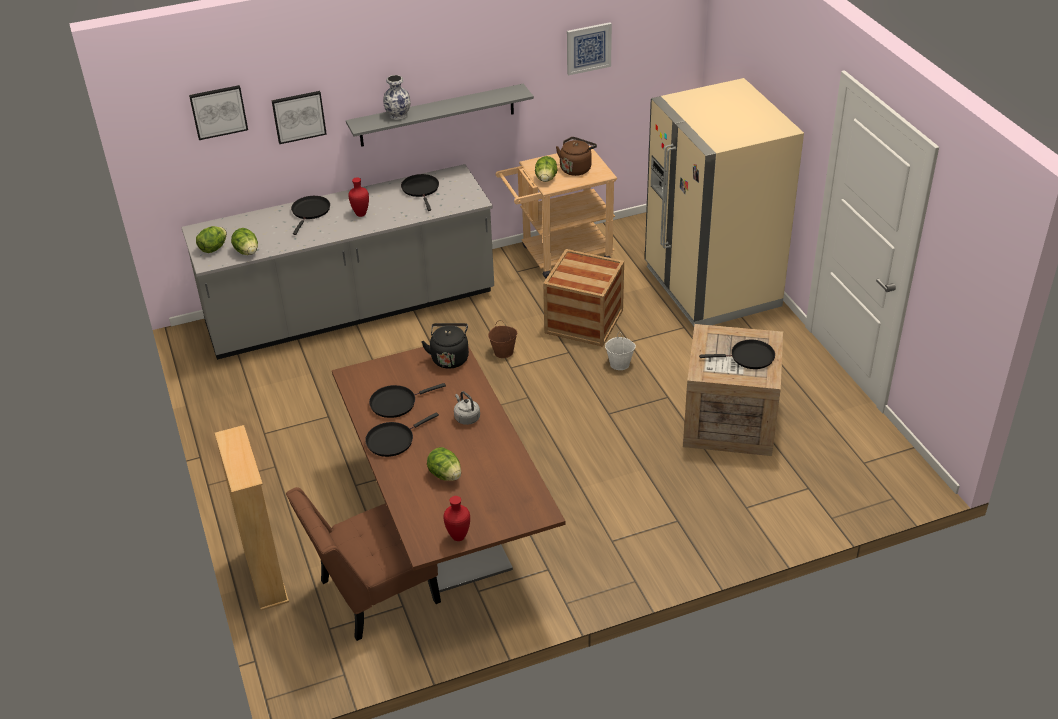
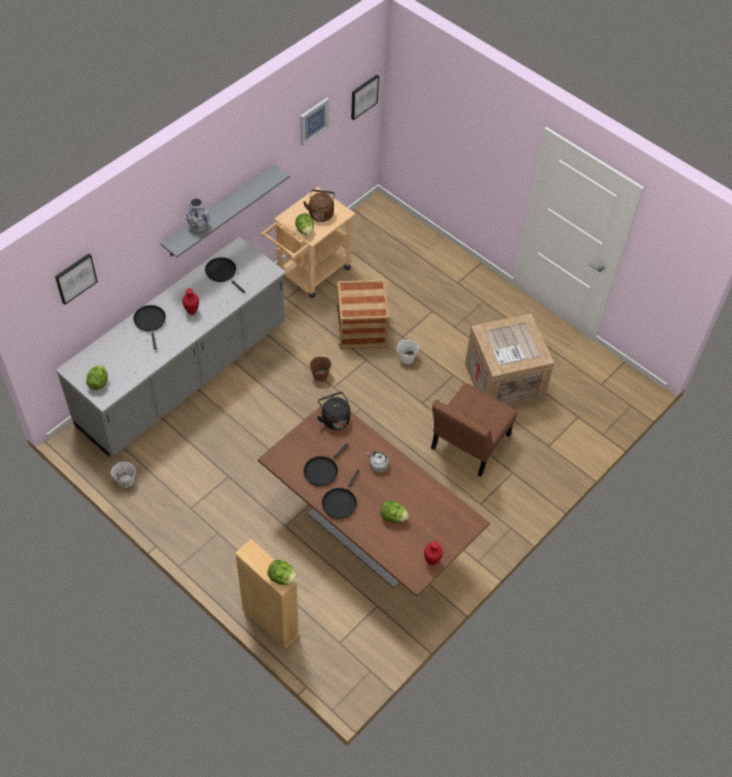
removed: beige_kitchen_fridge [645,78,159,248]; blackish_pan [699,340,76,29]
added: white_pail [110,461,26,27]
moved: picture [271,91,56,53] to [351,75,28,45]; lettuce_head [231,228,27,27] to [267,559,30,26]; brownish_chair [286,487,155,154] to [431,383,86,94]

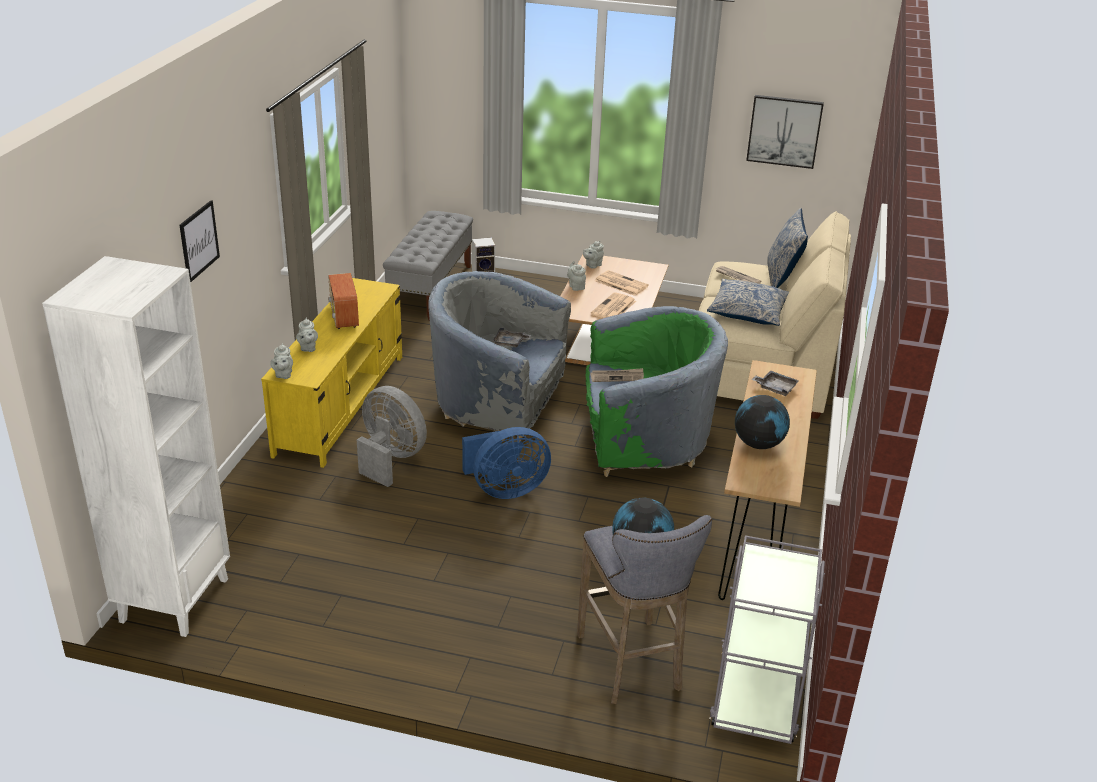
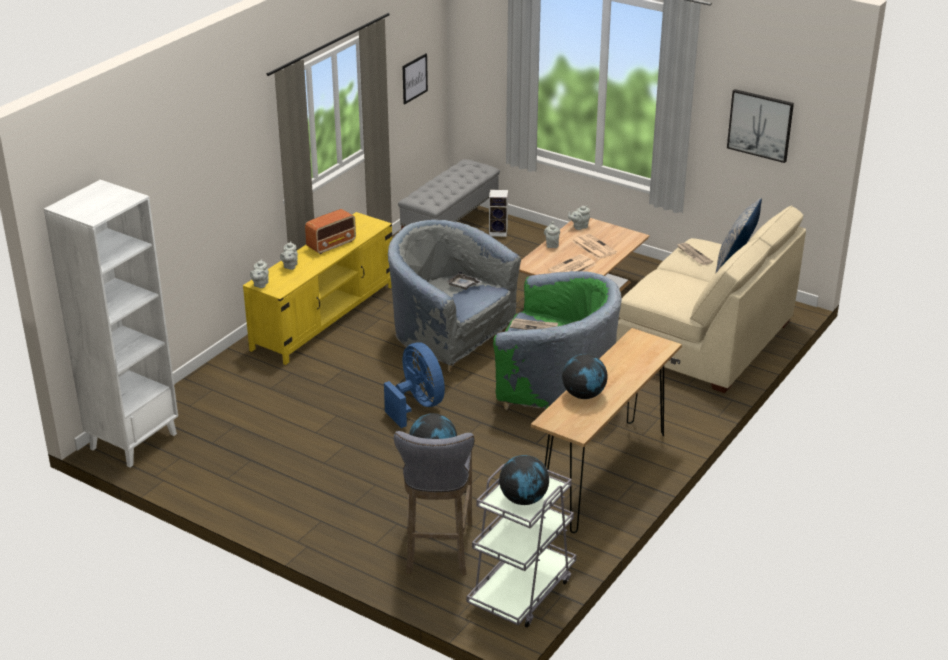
removed: throw_pillow [707,279,82,47]; greyish_carrying_tray [752,370,47,26]; greyish_electric_fan [357,386,70,101]
added: desk_globe [499,455,50,50]
moved: picture [179,200,41,83] to [403,53,25,51]
turned: radio [328,273,31,56] = [305,209,51,45] 135 degrees counterclockwise; bluish_electric_fan [462,427,89,72] = [384,342,61,86] 120 degrees counterclockwise

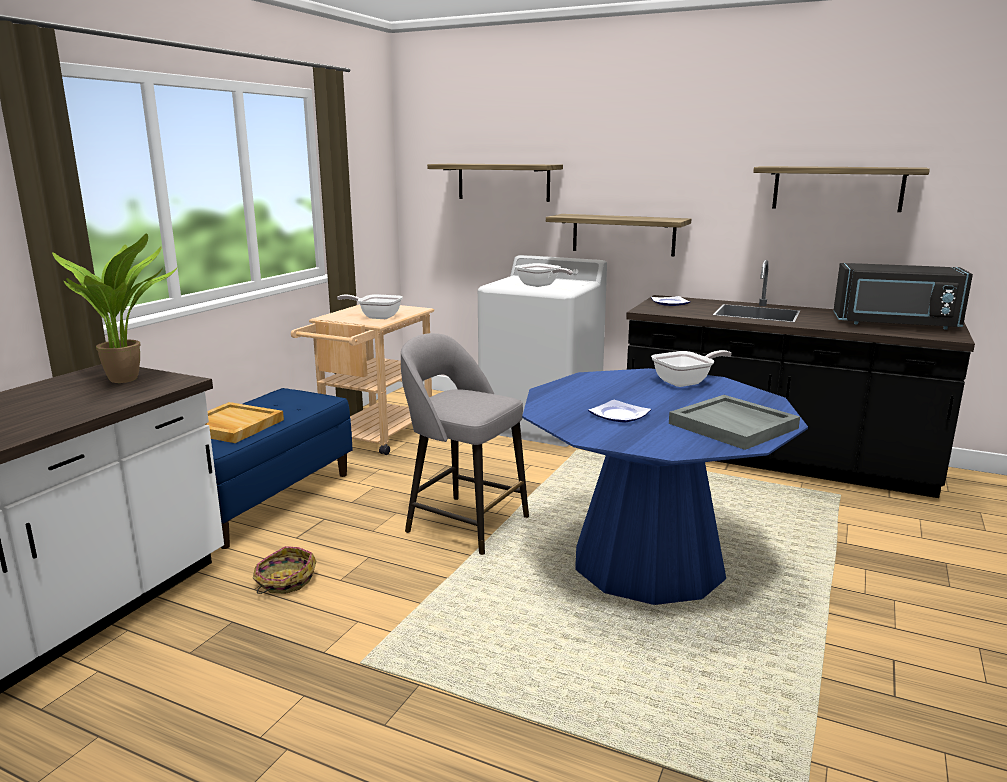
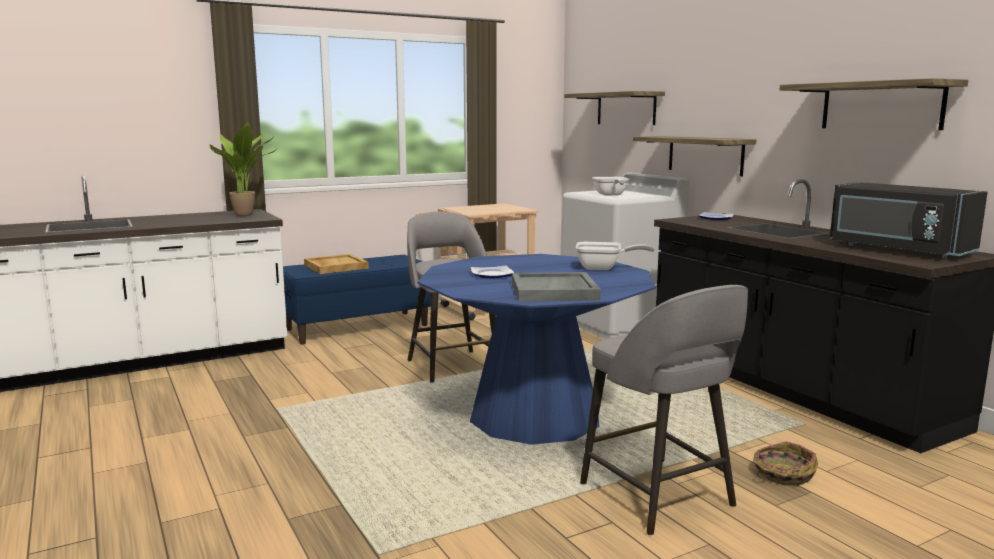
removed: pan [337,294,66,25]
added: greyish_stool_seat [580,285,168,250]
moved: household_basket [253,546,63,48] to [753,441,65,45]

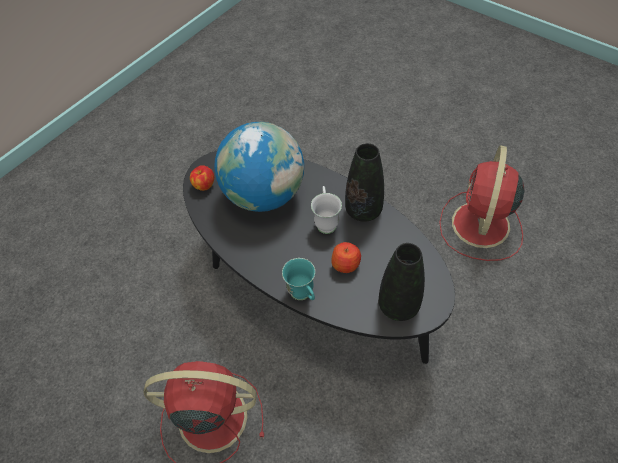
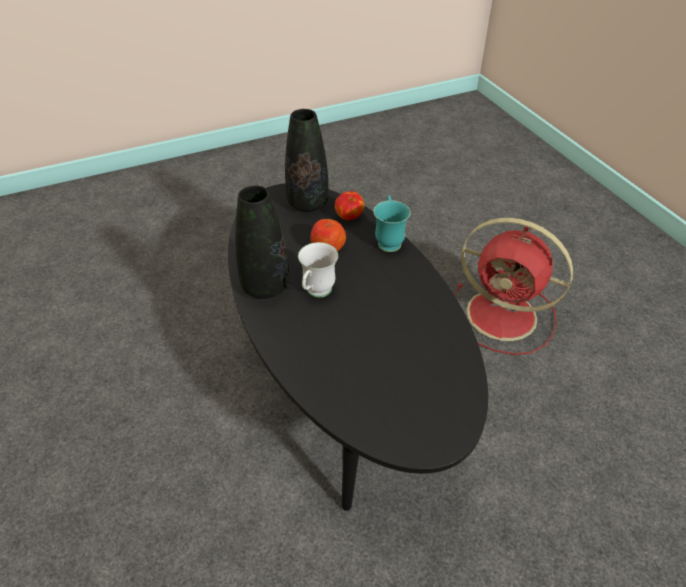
removed: desk_globe [214,122,90,90]; reddish_electric_fan [439,145,85,116]
moved: apple_fruit [190,165,24,26] to [335,191,29,29]

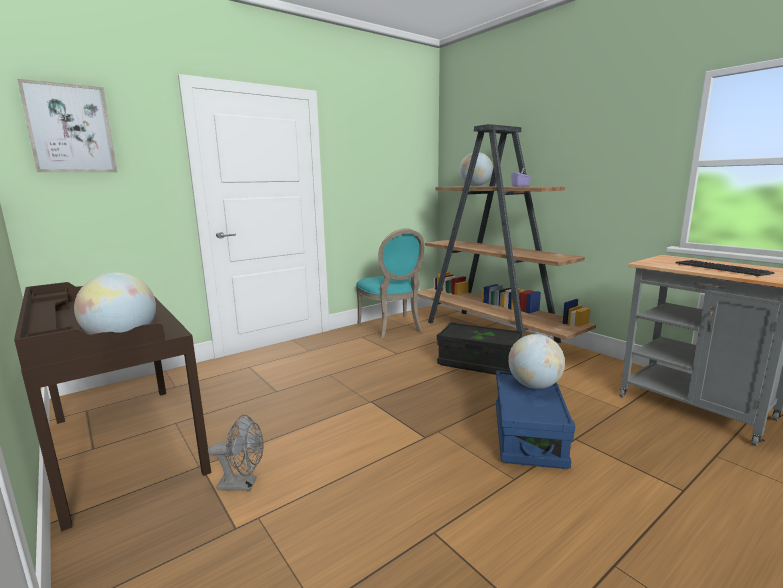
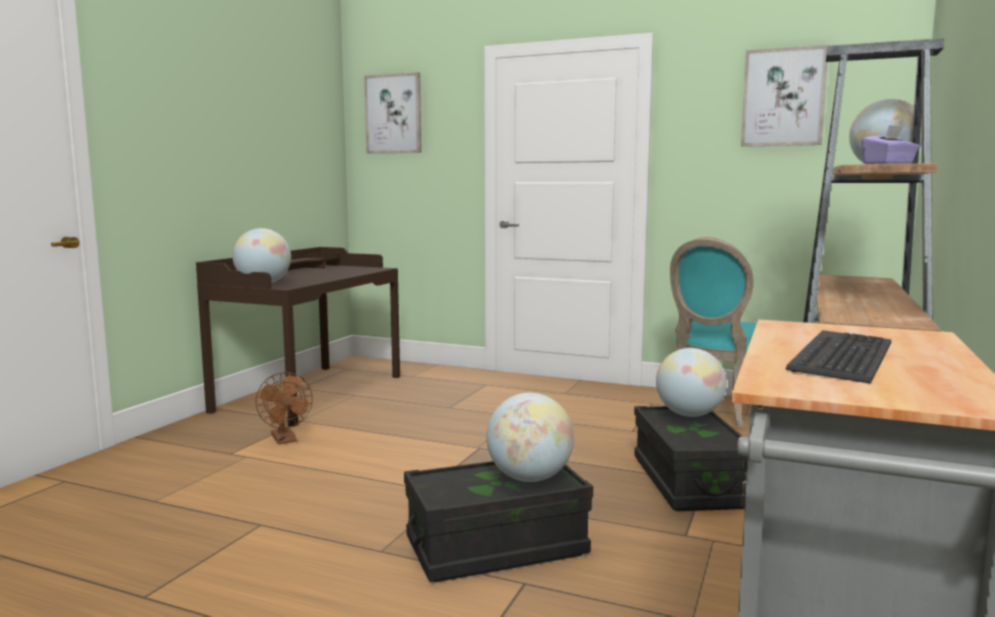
added: picture [741,45,88,102]; desk_globe [656,348,71,69]
recoloured: bluish_storage_bin [496,371,79,98] to blackish_storage_bin [404,461,189,121]; greyish_electric_fan [208,415,56,76] to brownish_electric_fan [256,372,57,72]

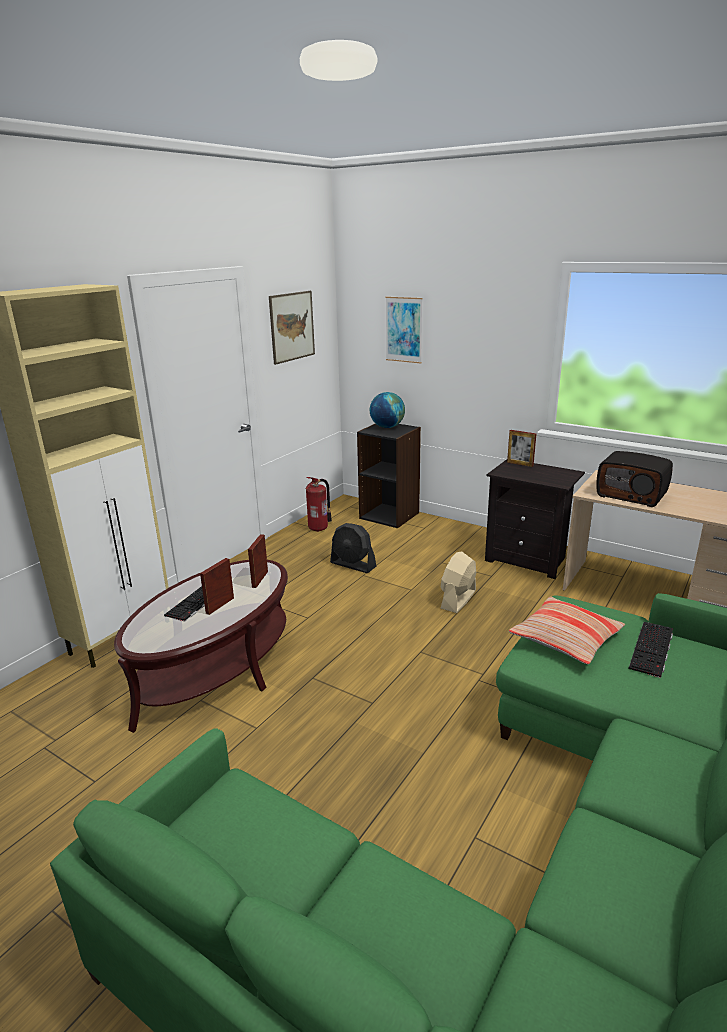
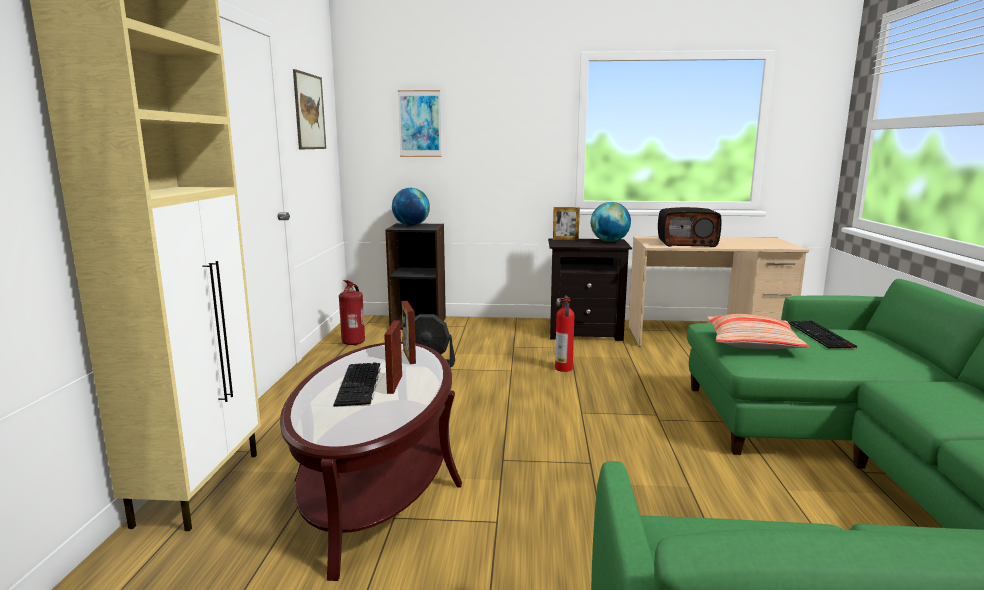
added: desk_globe [591,202,40,40]
replaced: beige_electric_fan [441,552,35,61] to fire_extinguisher [555,295,19,77]

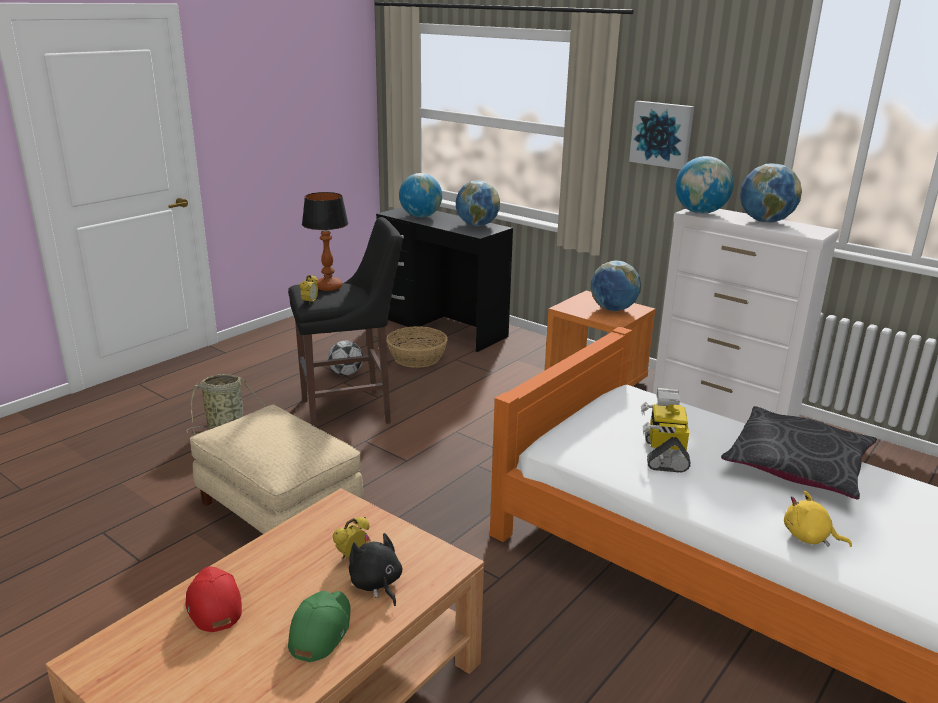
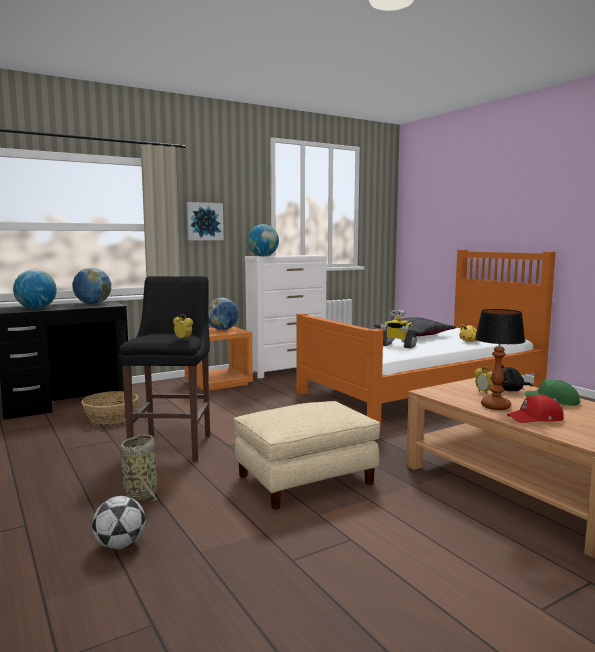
removed: desk_globe [740,164,62,59]
moved: table_lamp [302,192,46,99] to [475,309,50,101]; football [328,341,35,34] to [92,496,53,54]

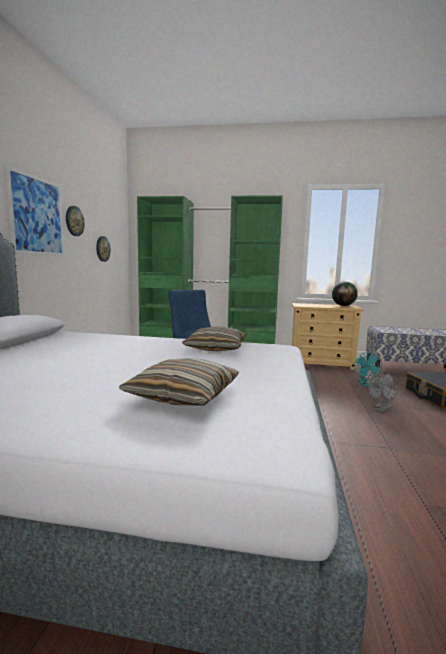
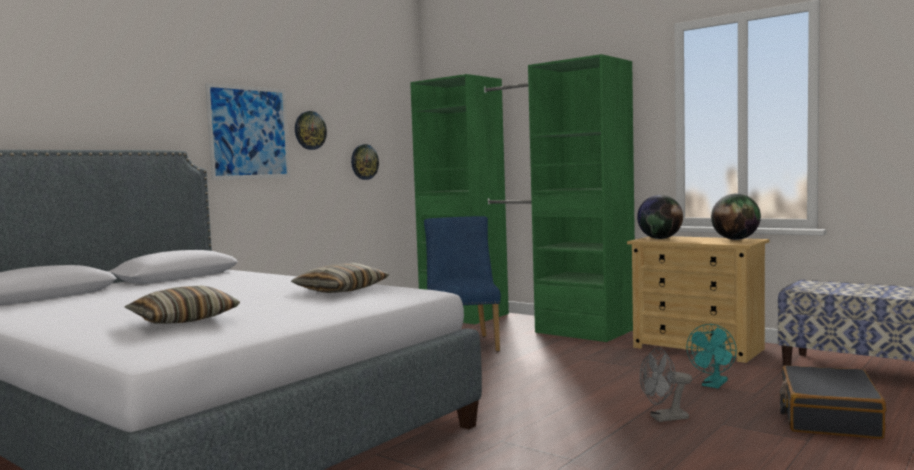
added: desk_globe [637,195,46,44]

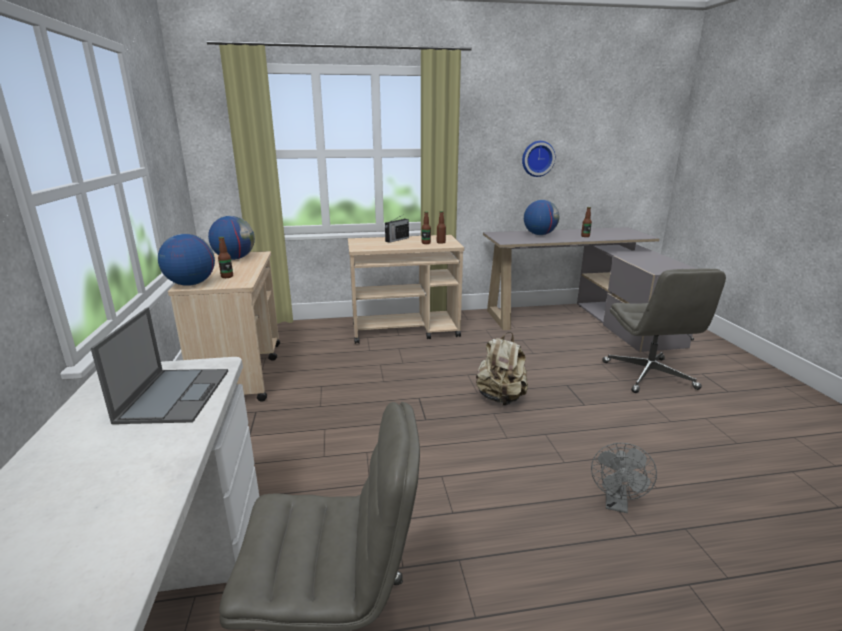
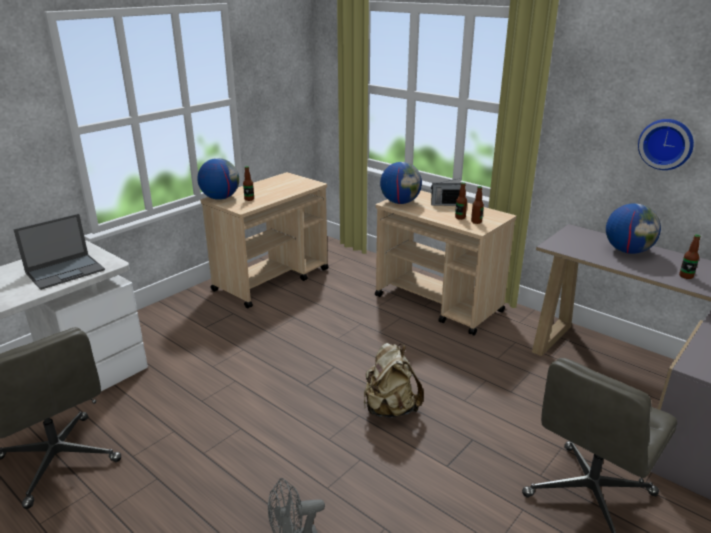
moved: desk_globe [208,216,47,44] to [380,162,42,42]

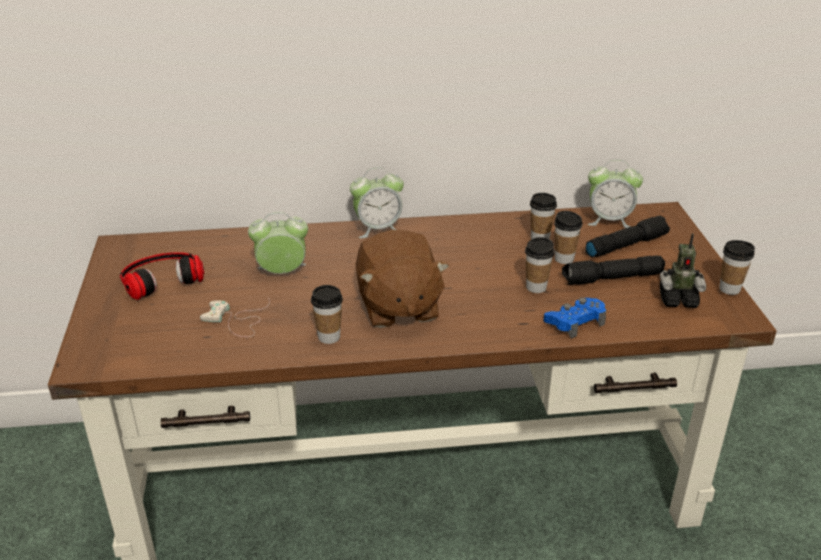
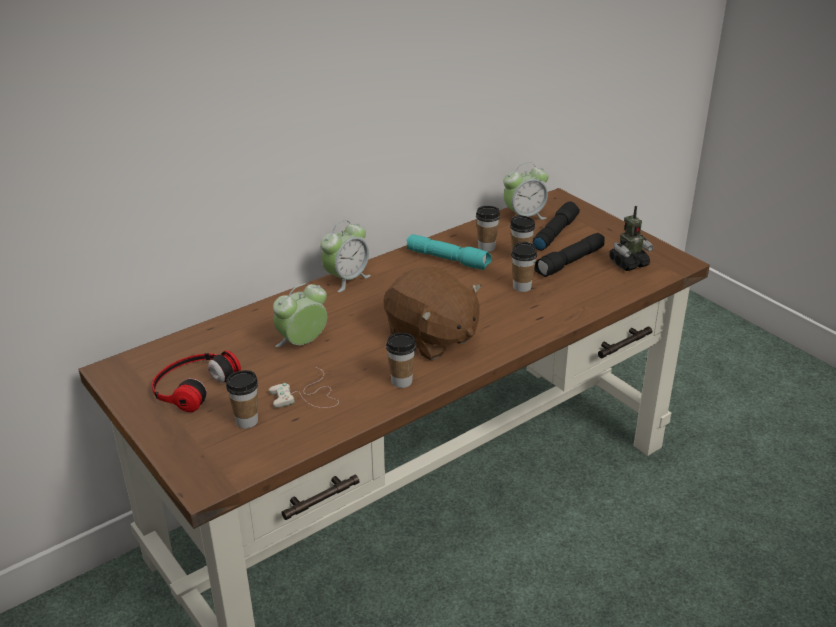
removed: bluish_game_controller [543,298,63,41]
added: turquoise_flashlight [407,234,85,36]
moved: cup [719,240,36,55] to [226,370,32,59]

